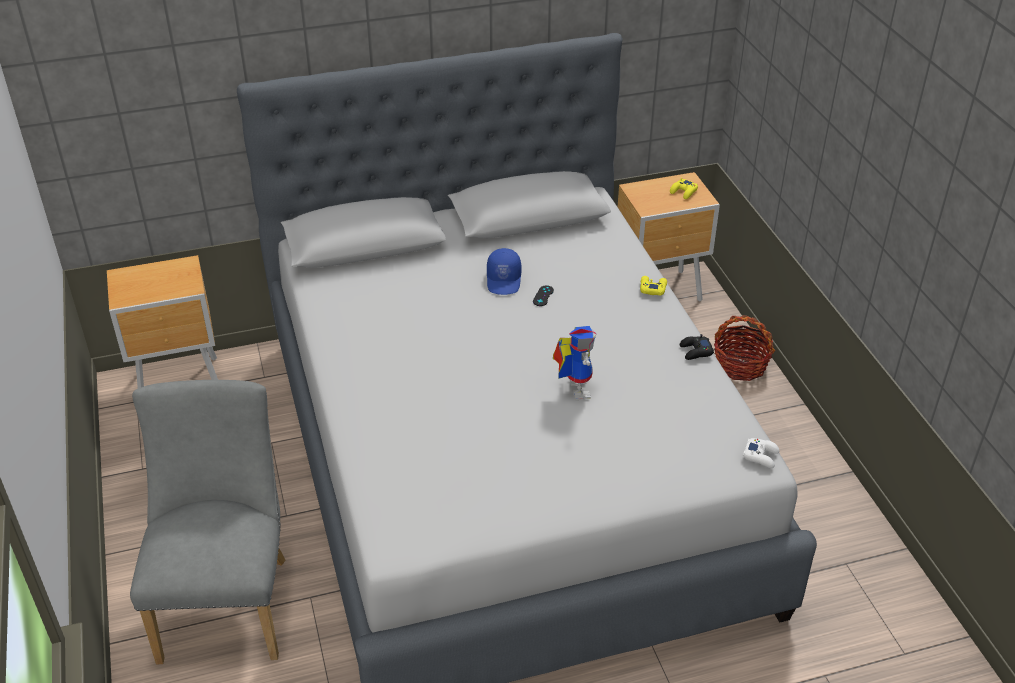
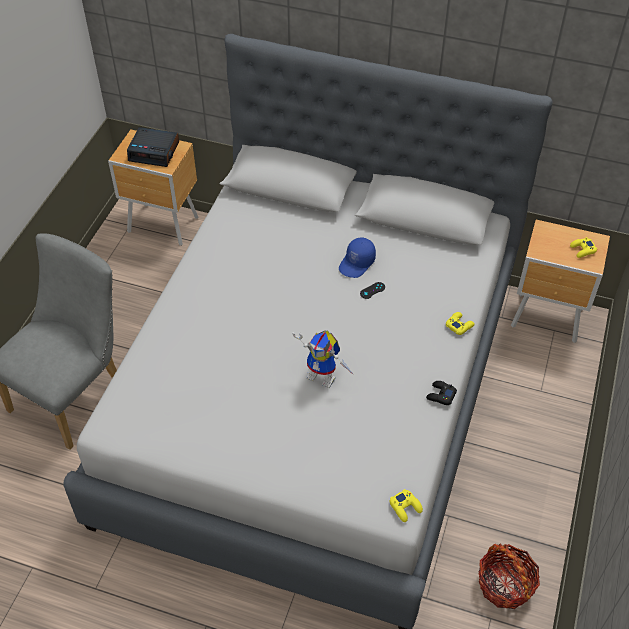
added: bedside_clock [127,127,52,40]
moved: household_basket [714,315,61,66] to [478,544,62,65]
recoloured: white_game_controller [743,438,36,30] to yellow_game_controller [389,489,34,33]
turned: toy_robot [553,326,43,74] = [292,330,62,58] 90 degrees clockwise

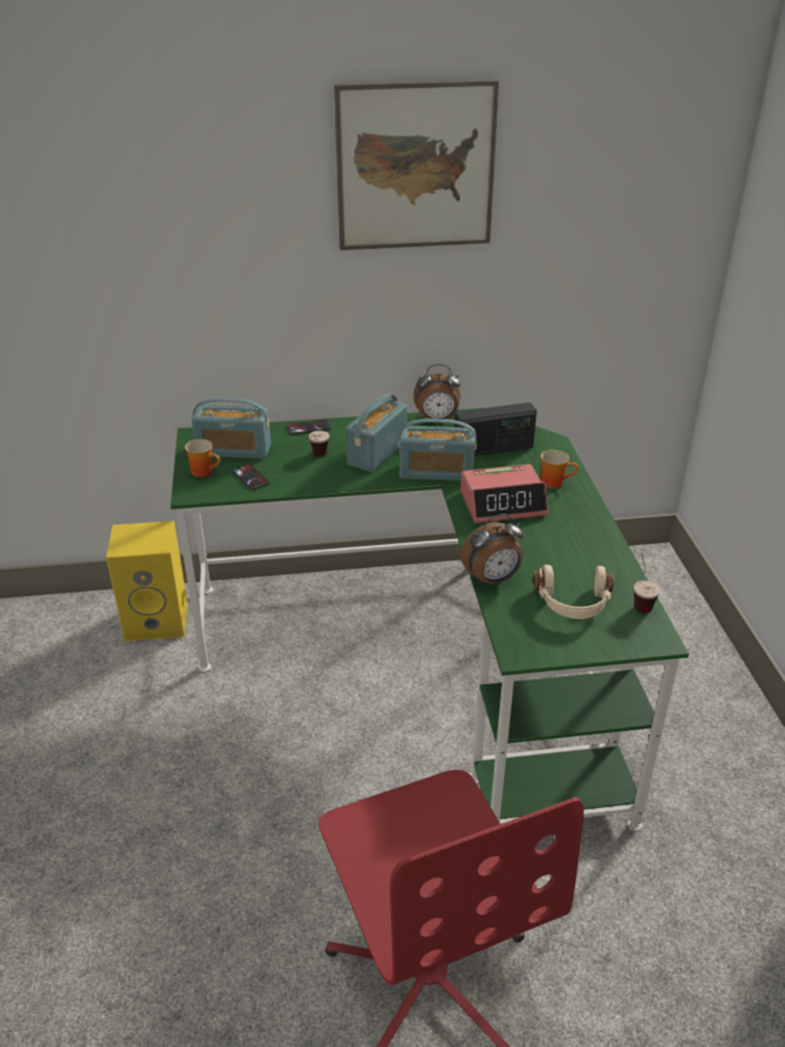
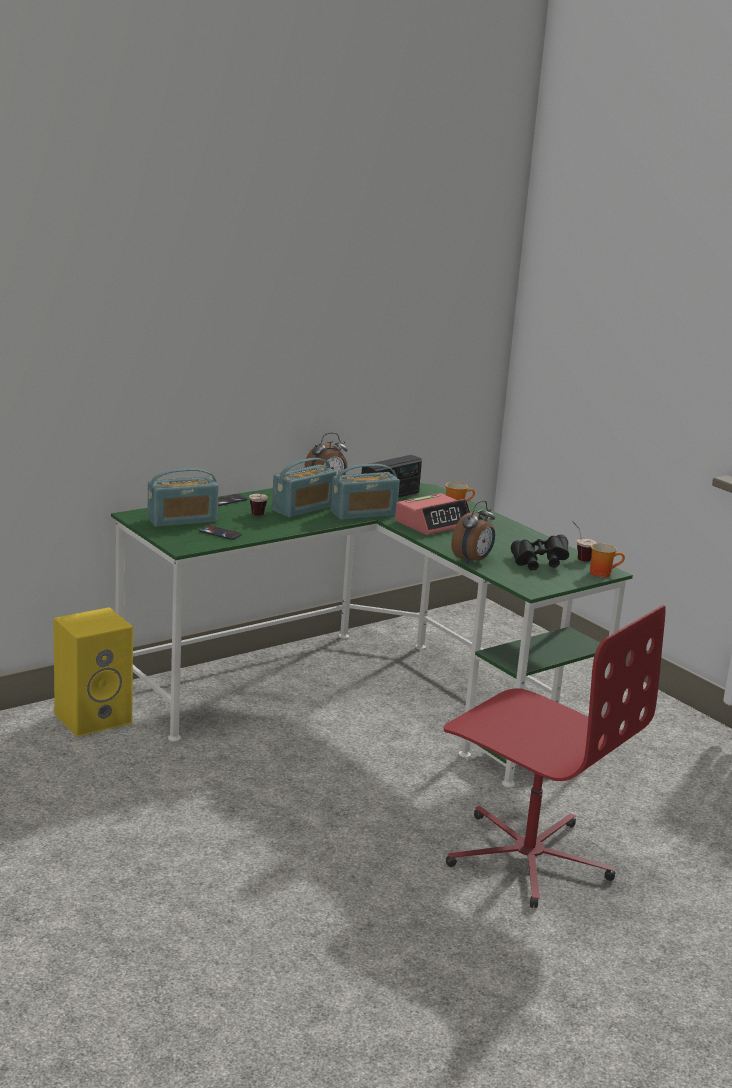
removed: picture [334,80,165,170]
moved: coffee_mug [185,439,35,38] to [590,543,35,34]
replaced: beige_pair_of_headphones [533,565,81,54] to blackish_field_glasses [511,535,58,36]
turned: radio [346,394,61,78] = [272,458,65,59] 135 degrees counterclockwise

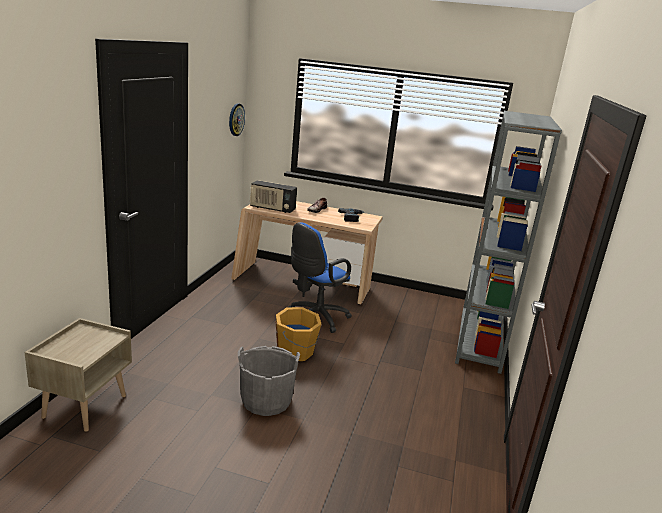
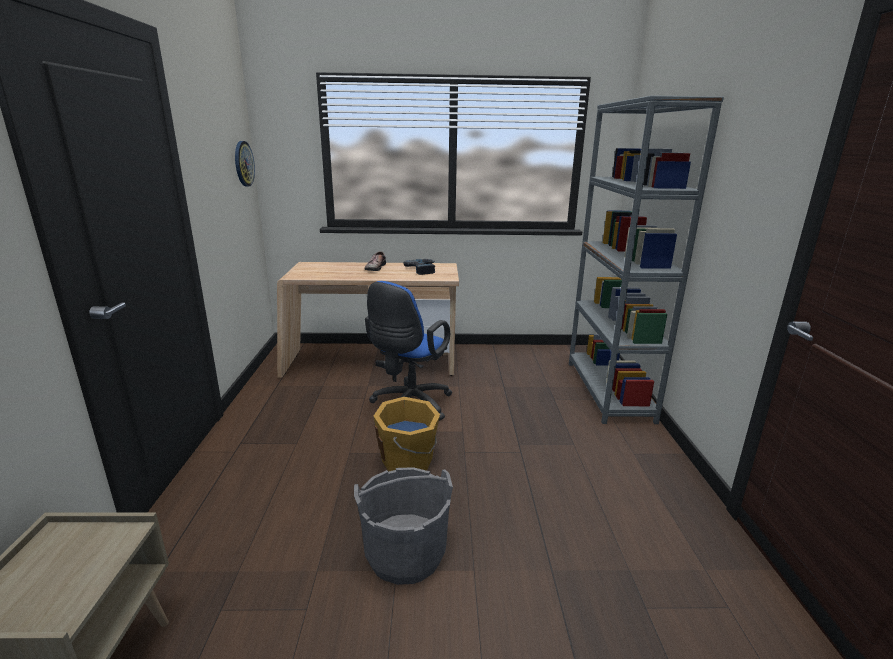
removed: radio [250,180,47,33]

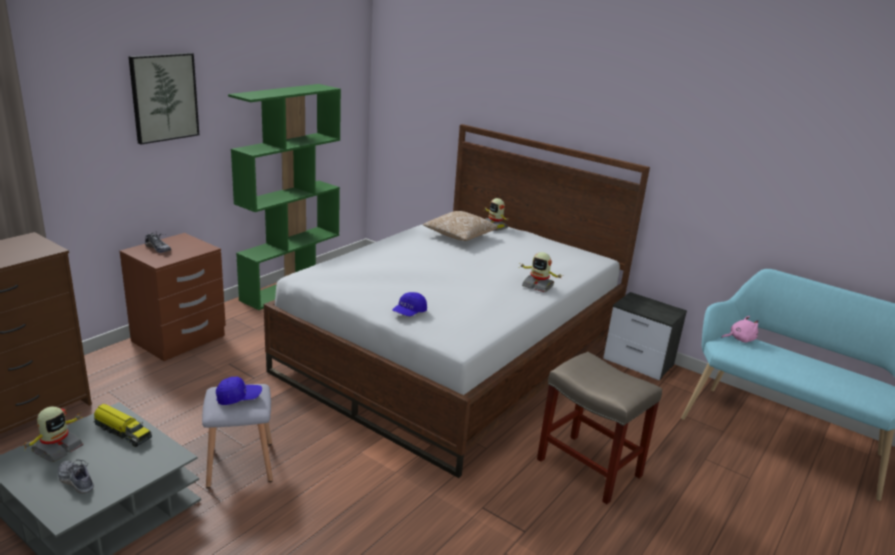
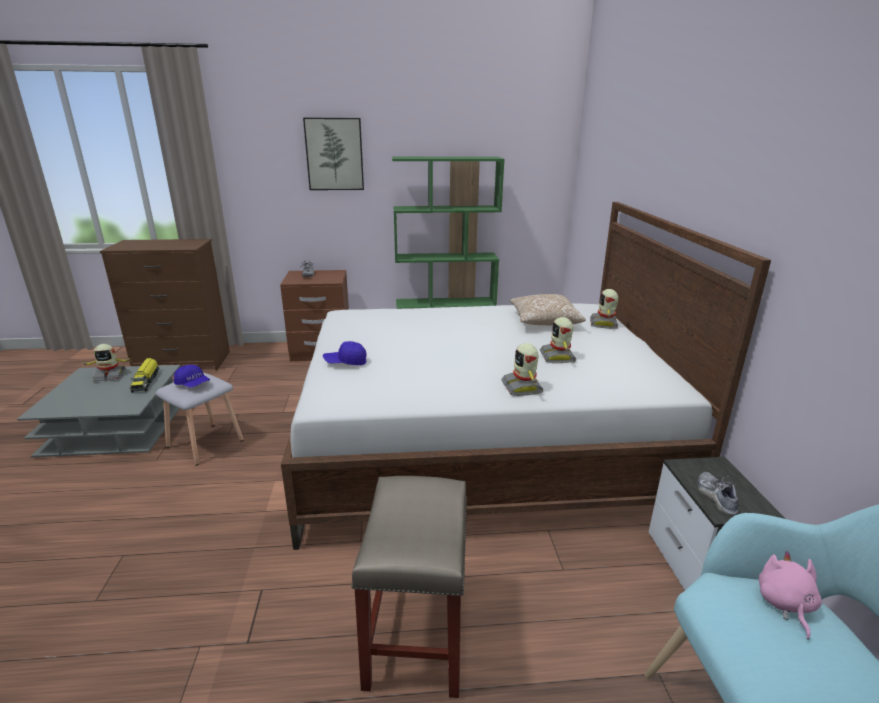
added: toy_robot [540,317,36,46]
moved: shoe [58,460,36,34] to [698,472,40,43]
turned: pink-coloured_plush_toy [721,316,37,27] = [759,551,63,89] 120 degrees counterclockwise

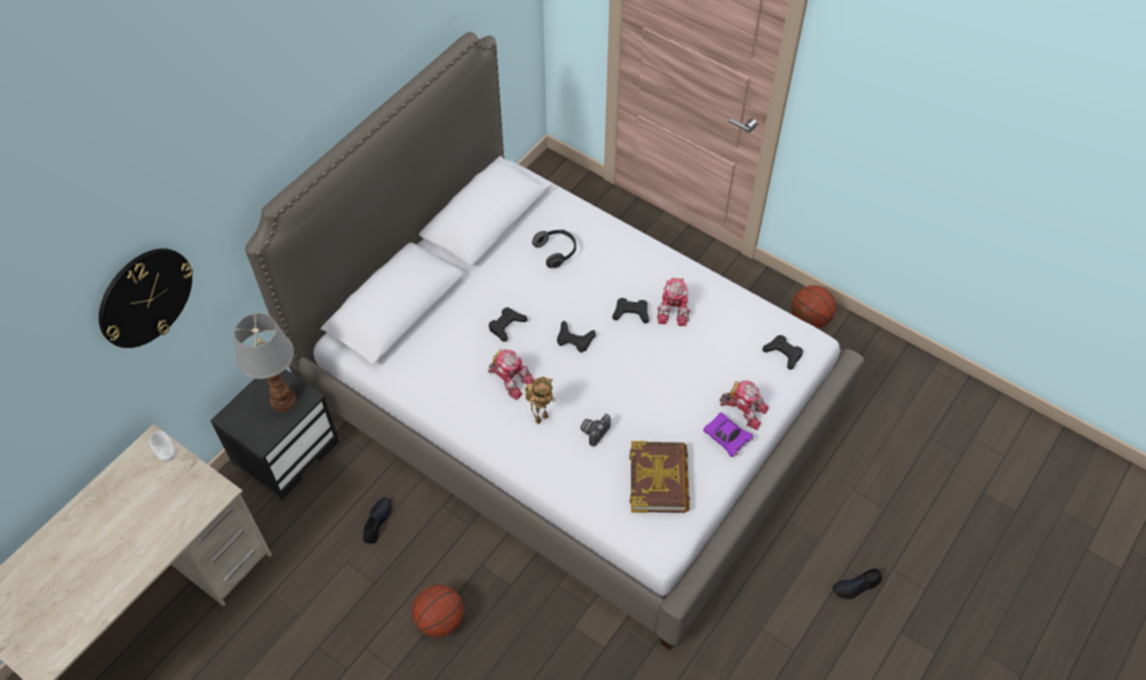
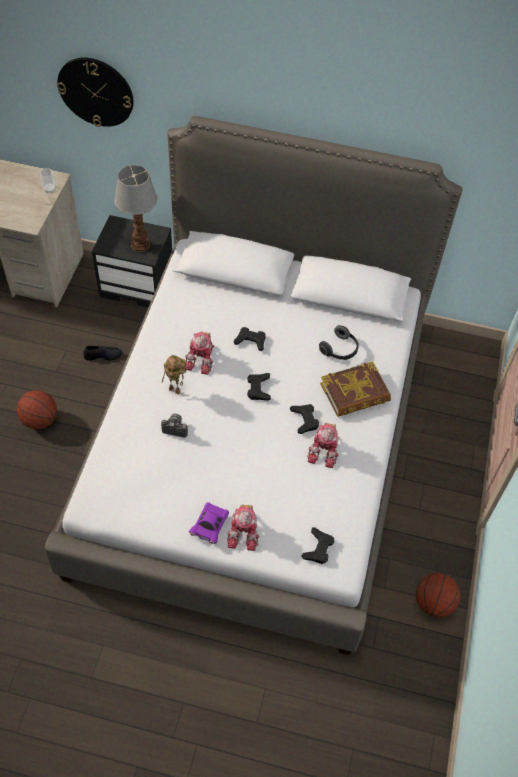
removed: blackish_shoe [833,569,49,30]
moved: volume [629,441,61,72] to [320,362,71,55]
turned: toy_robot [657,278,33,48] = [307,423,32,45] 60 degrees counterclockwise

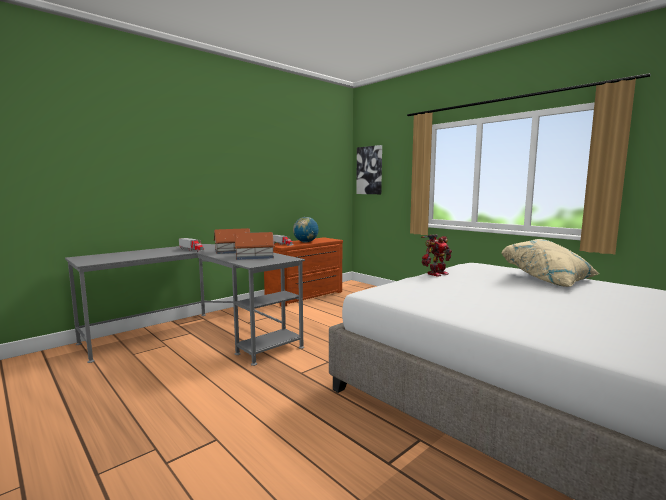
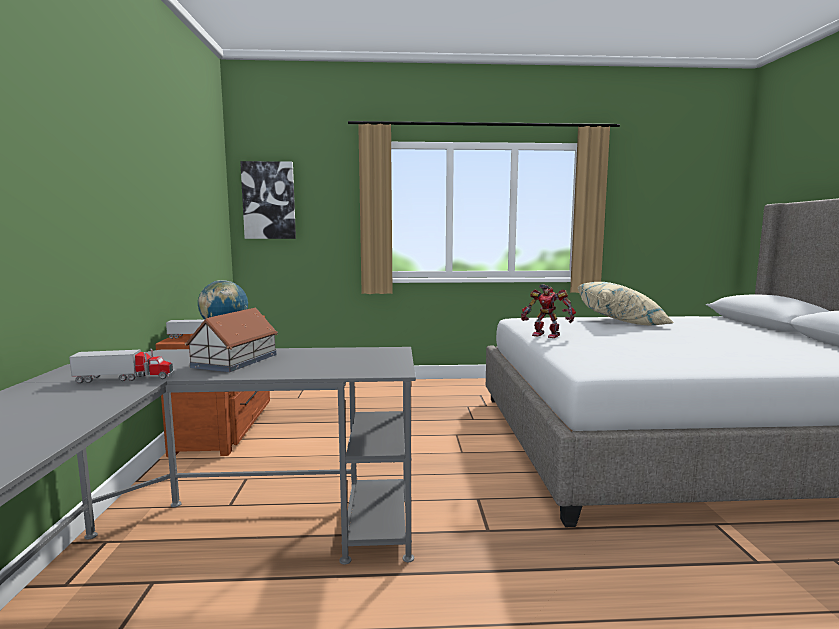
removed: toy_house [234,232,41,28]
turned: toy_robot [421,234,31,43] = [521,284,55,54] 120 degrees clockwise

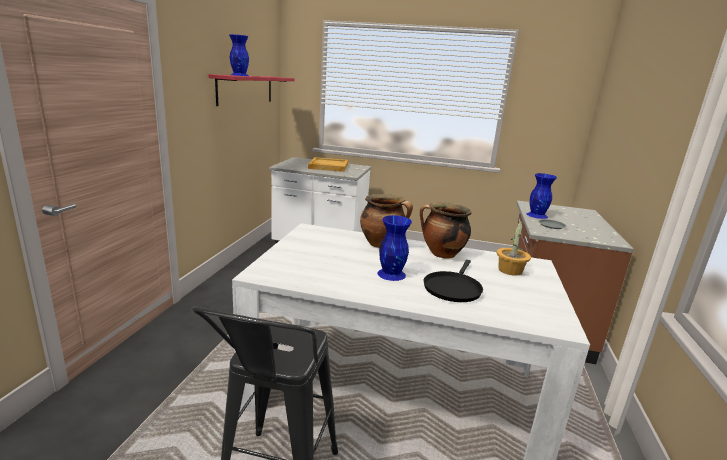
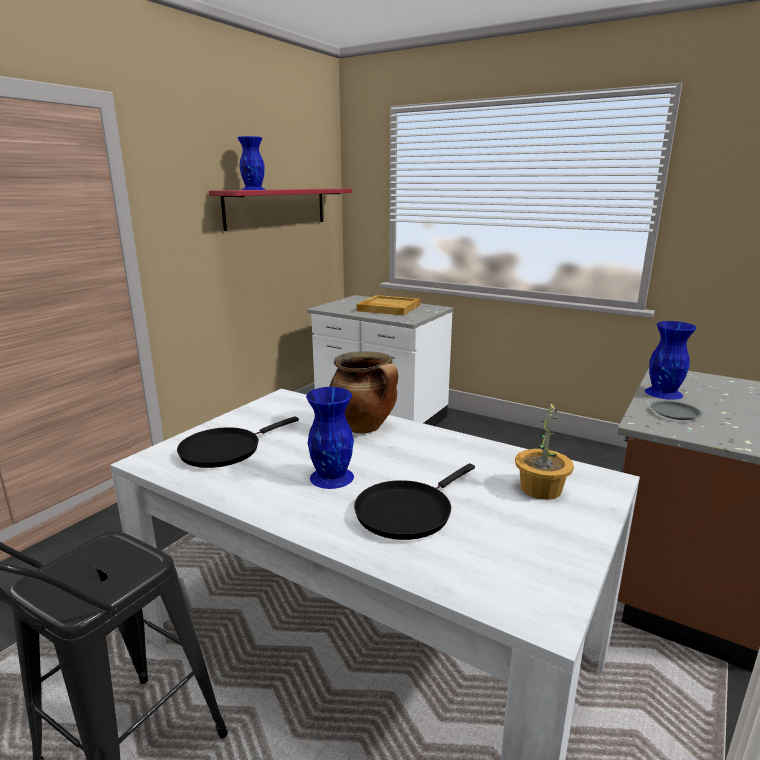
removed: saucepot [420,203,51,55]
added: blackish_pan [177,416,122,52]

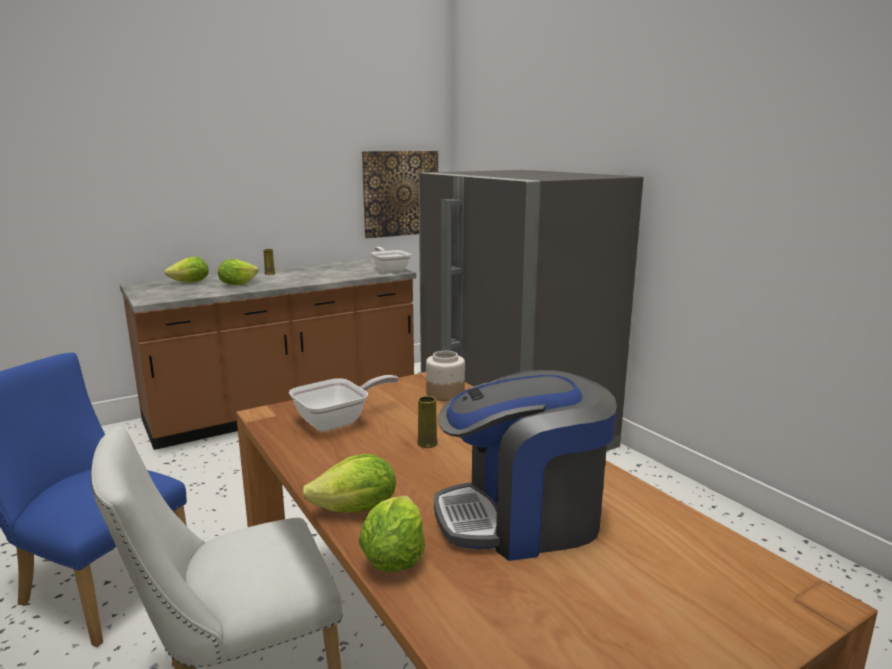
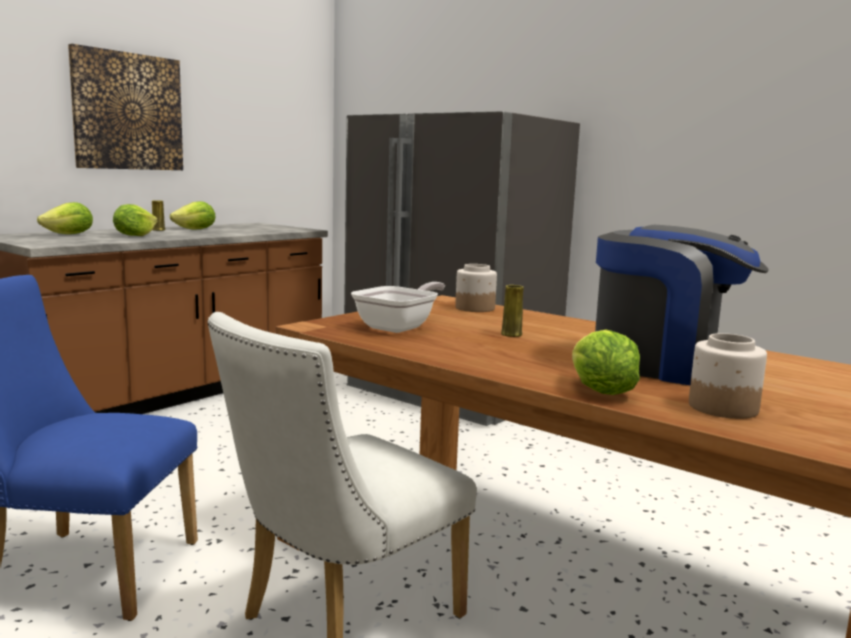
removed: pan [371,247,41,26]
added: preserve_jar [689,333,78,86]
moved: picture [362,151,76,87] to [68,44,115,126]; lettuce_head [302,454,94,59] to [170,201,45,28]
turned: coffee_machine [434,370,183,191] = [595,225,174,160] 120 degrees counterclockwise

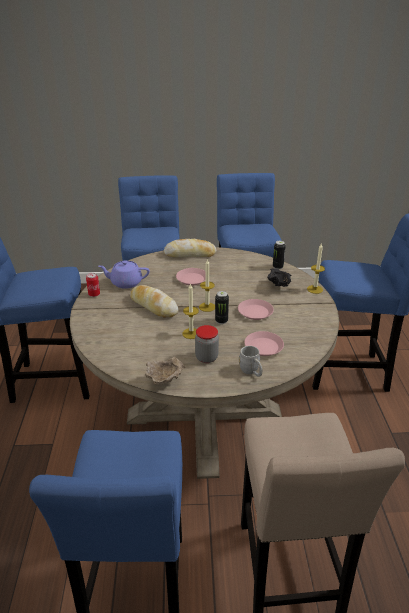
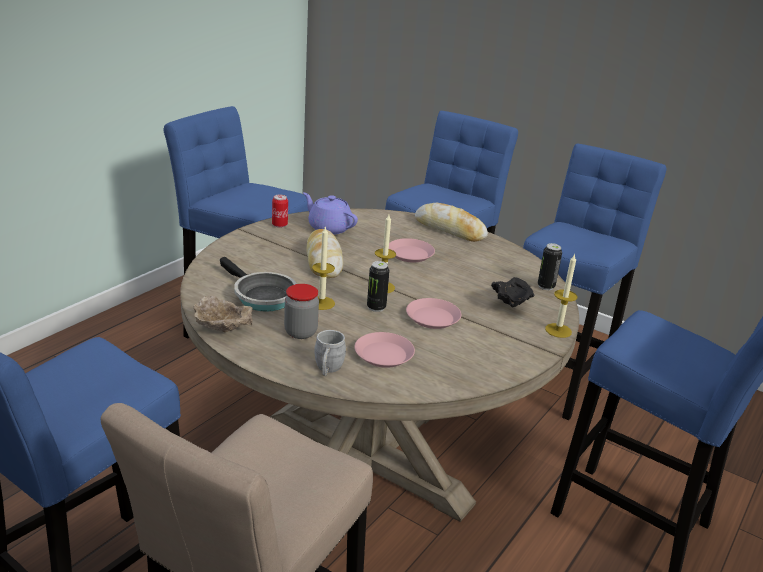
added: pan [220,257,77,55]

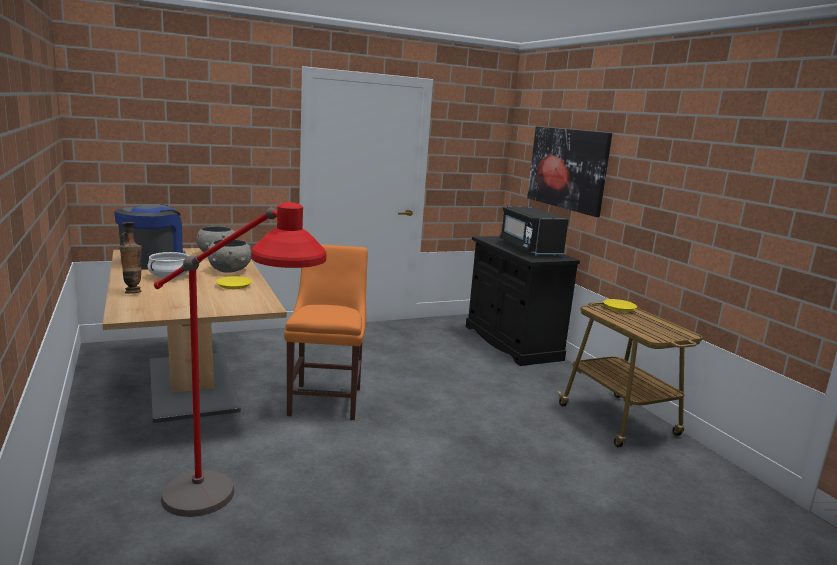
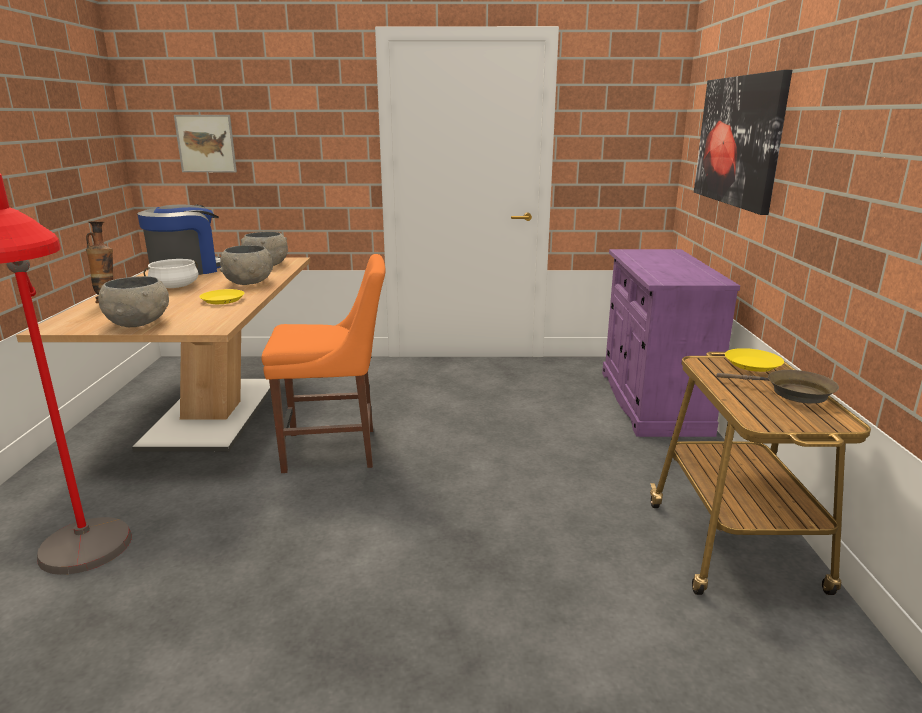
removed: blackish_microwave_oven [500,206,68,50]
added: picture [174,115,63,57]; greyish_serving_bowl [98,276,71,51]; brownish_pan [716,370,123,34]
recoloured: blackish_cabinet [466,236,114,130] to purplish_cabinet [602,249,138,188]
turned: orange_chair [284,244,84,176] = [262,254,124,219] 60 degrees clockwise

